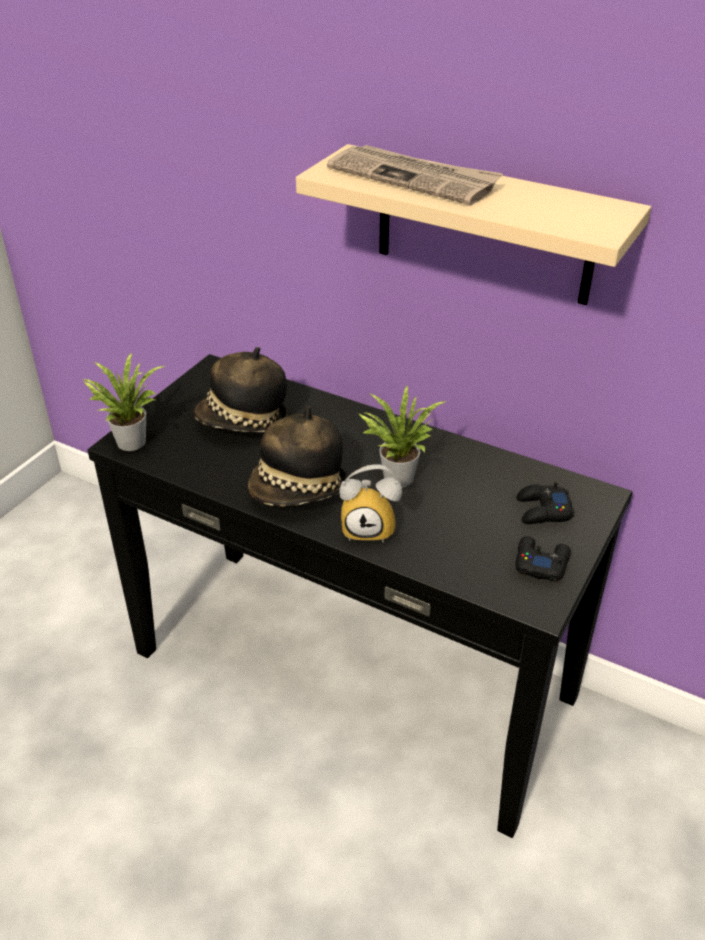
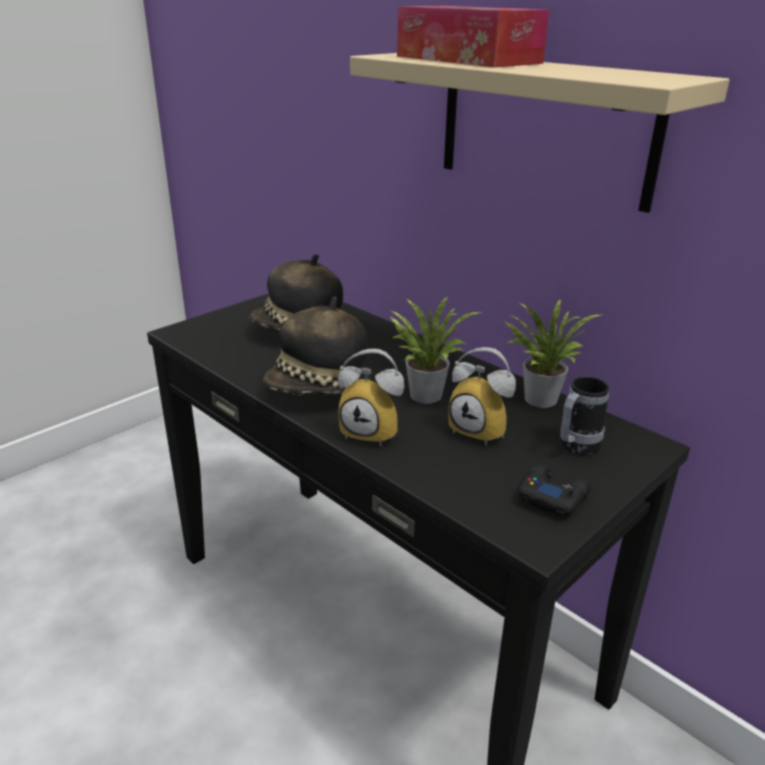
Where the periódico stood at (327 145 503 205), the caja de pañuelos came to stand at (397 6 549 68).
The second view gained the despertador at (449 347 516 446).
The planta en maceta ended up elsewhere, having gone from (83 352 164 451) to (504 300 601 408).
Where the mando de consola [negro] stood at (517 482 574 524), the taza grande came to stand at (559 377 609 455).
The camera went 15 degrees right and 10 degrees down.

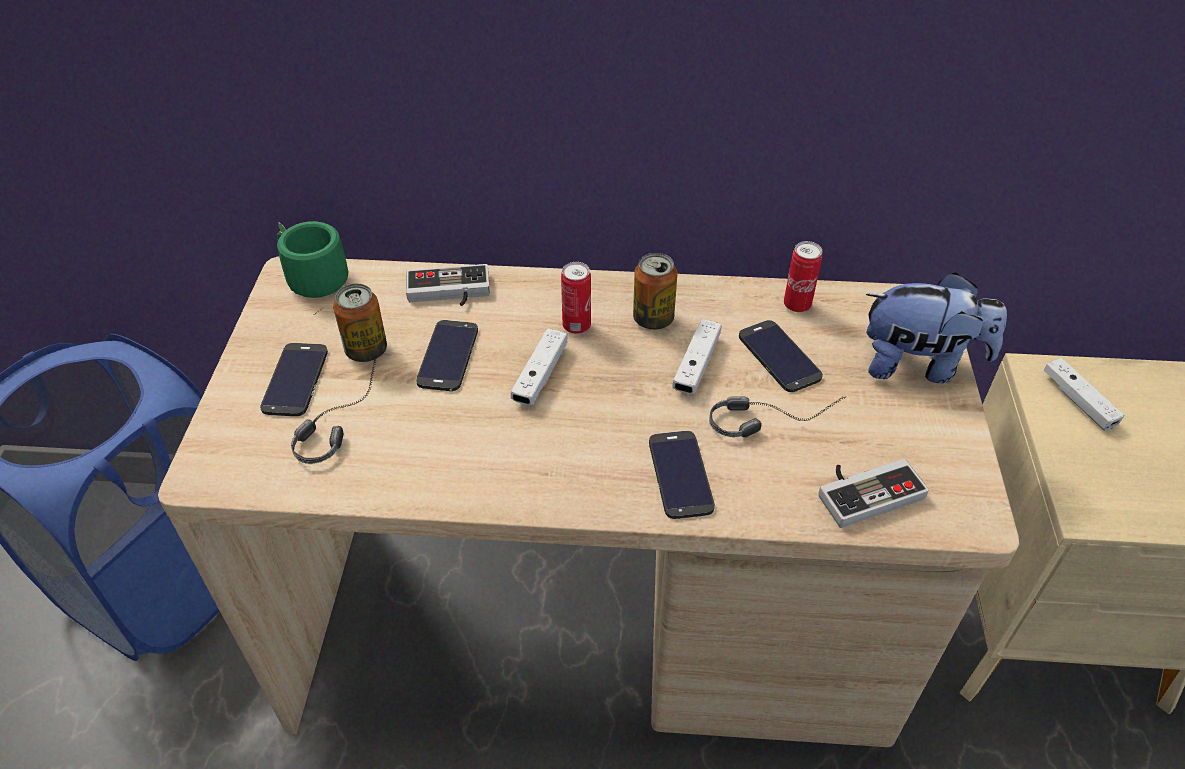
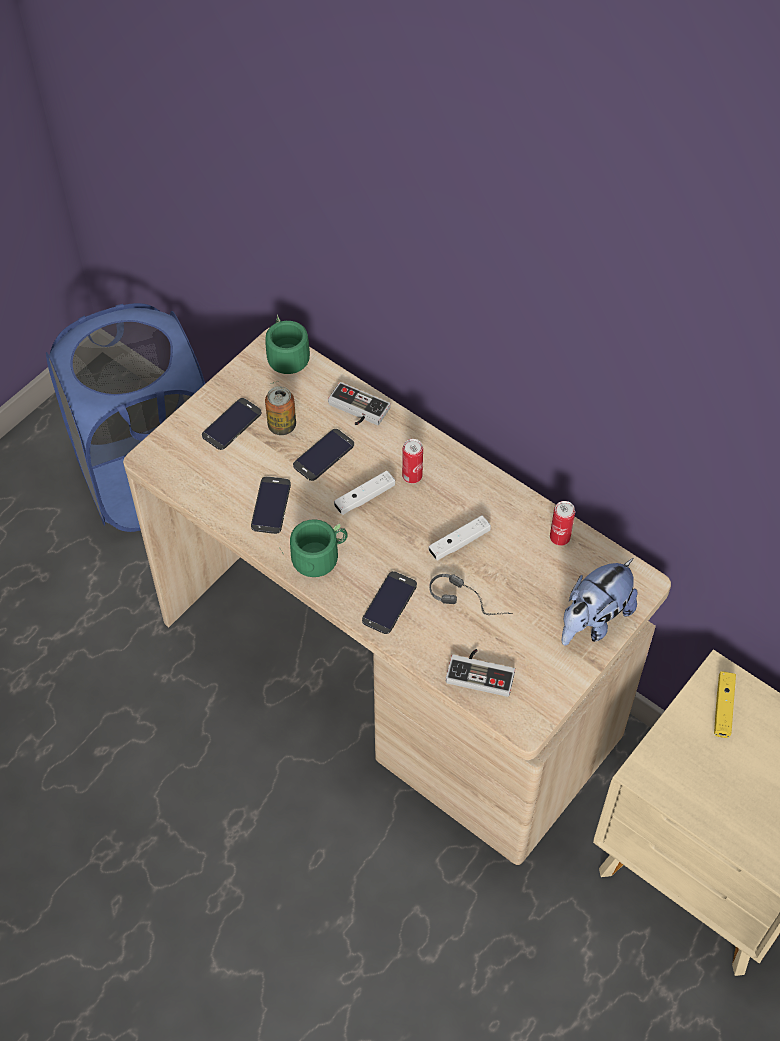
The móvil ended up elsewhere, having gone from (739 320 823 392) to (251 476 291 534).
The second view gained the taza grande [verde] at (282 519 348 577).
The peluche at (866 272 1007 383) ended up facing another way, 90 degrees clockwise from before.
What was the mando de consola [blanco] at (1043 358 1124 431) turned into the mando de consola [amarillo] at (714 672 736 738).
The second view lost the auriculares at (291 354 377 464).
The second view lost the lata at (633 253 677 330).
The camera went 35 degrees right and 10 degrees up.

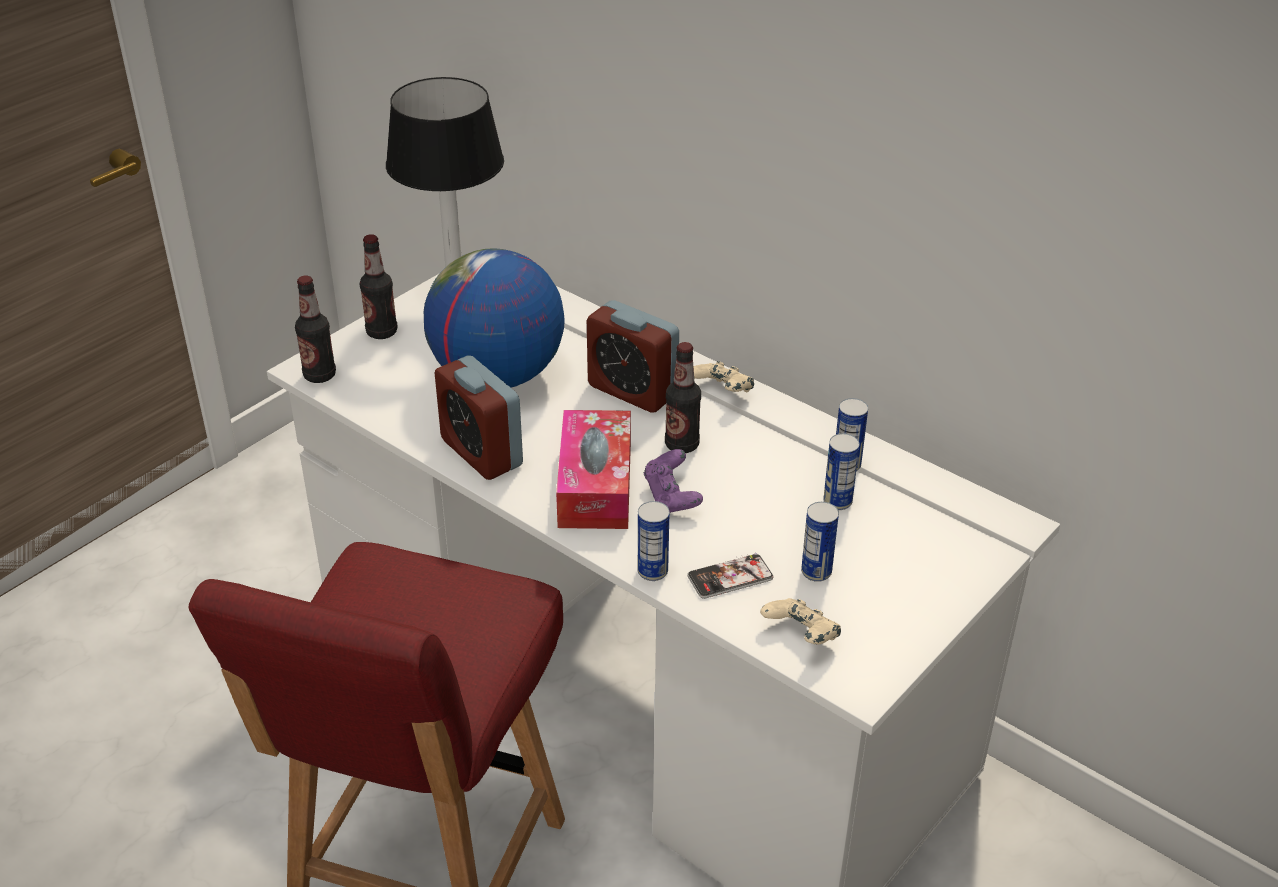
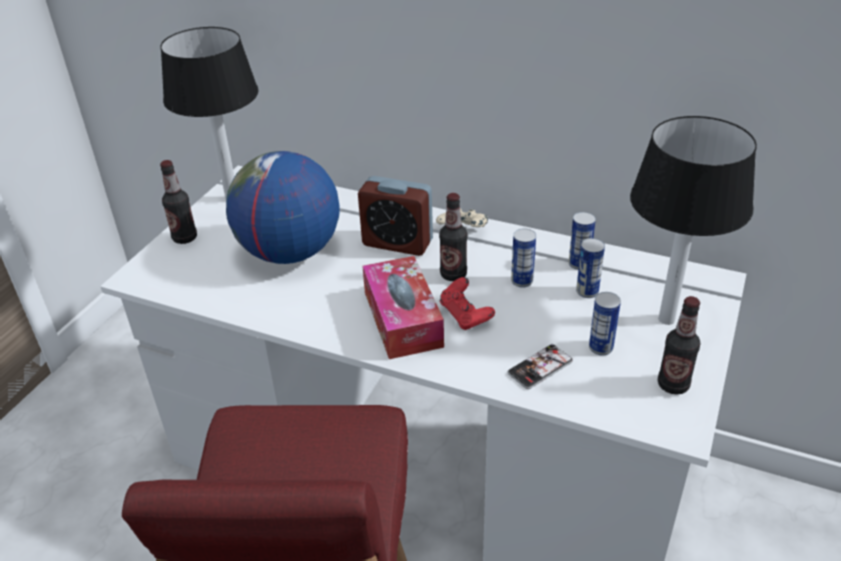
What was the mando de consola [morado] at (644 449 703 513) turned into the mando de consola [rojo] at (440 277 495 330).
The lata ended up elsewhere, having gone from (637 501 670 581) to (511 228 536 288).
The second view gained the lámpara de mesa at (630 116 757 325).
The botella ended up elsewhere, having gone from (295 275 336 383) to (658 296 700 394).
The second view lost the despertador at (435 355 523 480).
The second view lost the mando de consola [beis] at (760 598 841 644).
The camera went 15 degrees left and 0 degrees up.

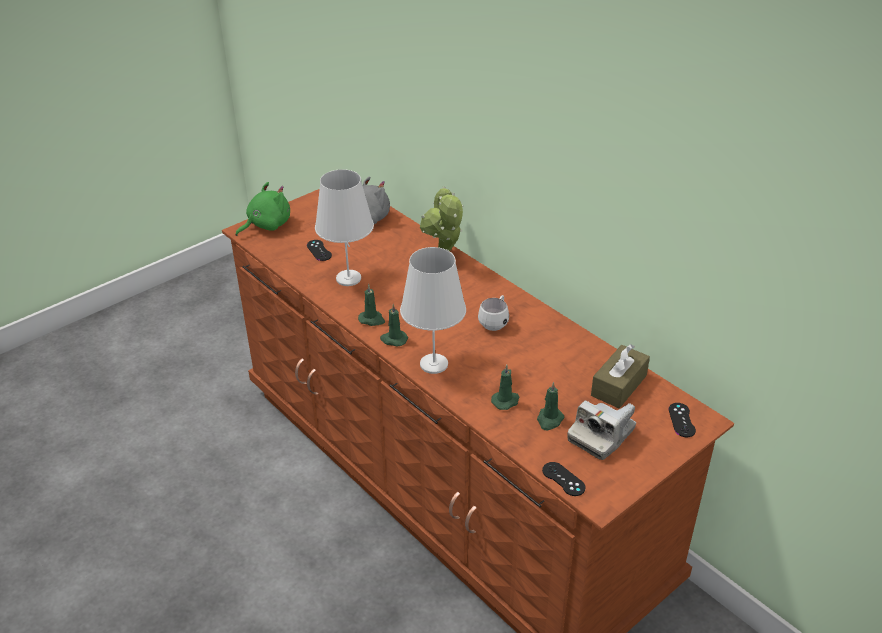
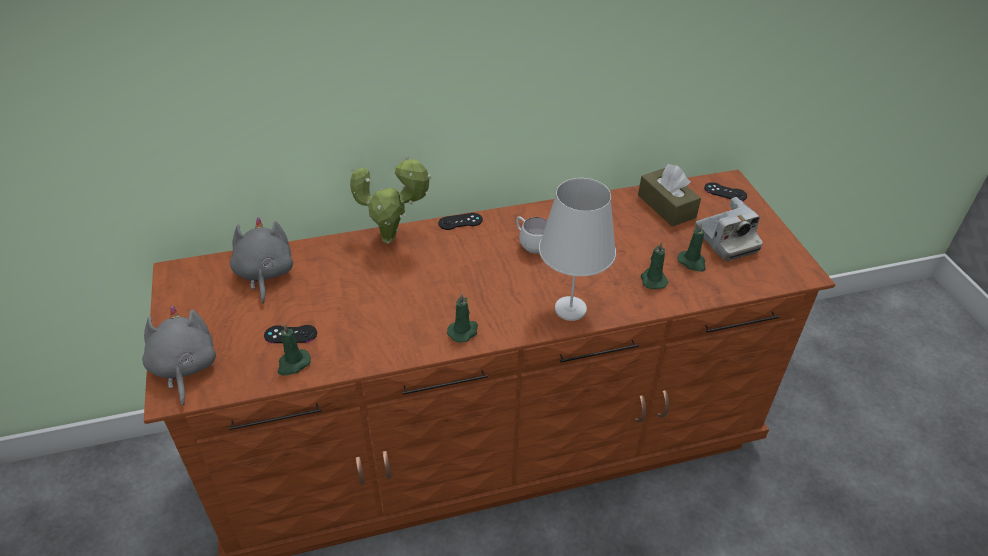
What was the peluche [verde] at (236 182 290 236) turned into the peluche [gris] at (142 306 216 406).
The vela [verde] ended up elsewhere, having gone from (380 304 408 347) to (278 323 311 375).
The mando de consola [negro] ended up elsewhere, having gone from (542 462 586 496) to (438 213 483 230).
The second view lost the lámpara de mesa [blanco] at (315 169 374 286).
The camera went 65 degrees left and 5 degrees up.

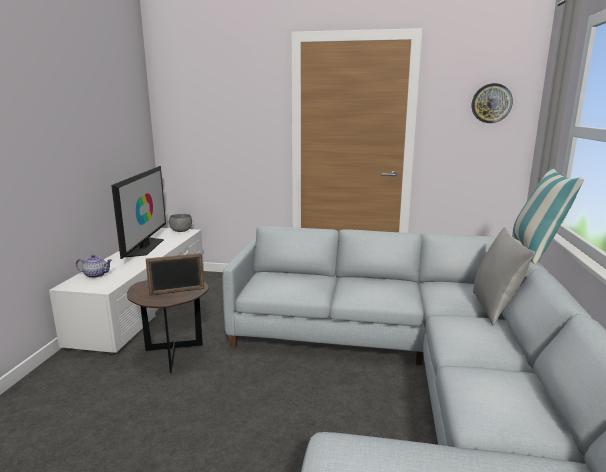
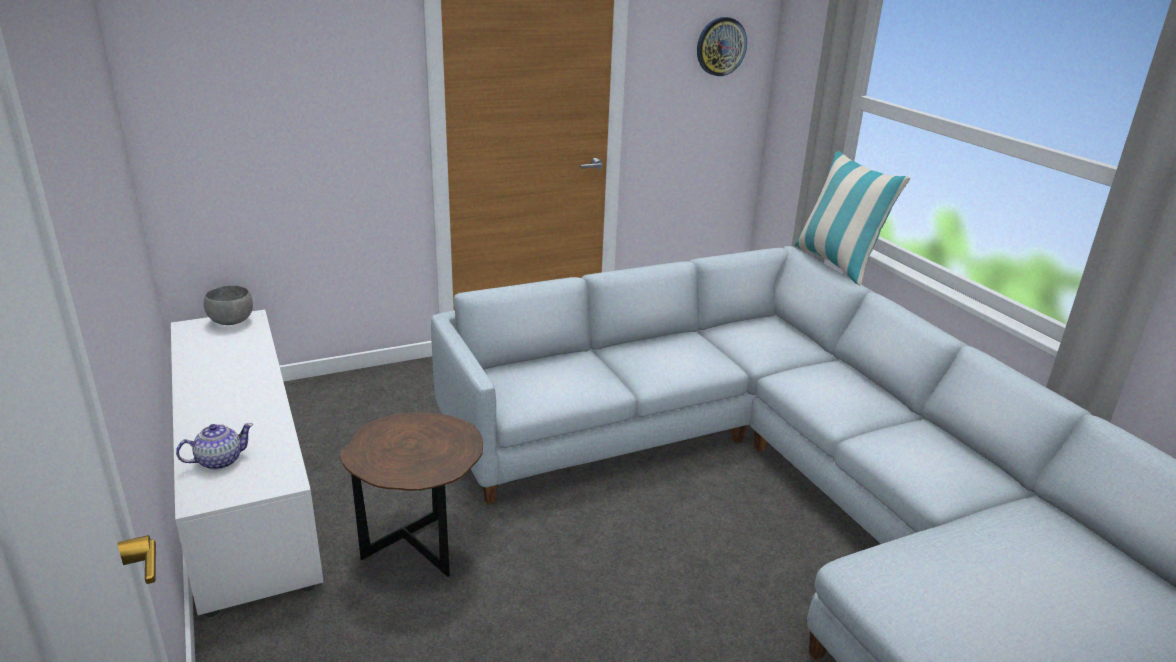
The second view lost the televisor at (111 166 166 259).
The second view lost the portarretratos at (146 253 204 296).
The second view lost the cojín [gris] at (473 227 535 326).
The camera went 35 degrees left and 10 degrees up.

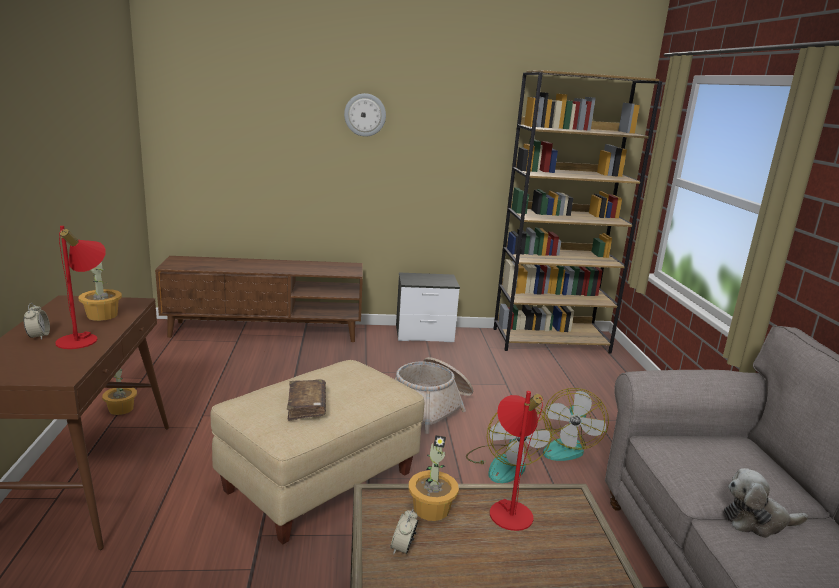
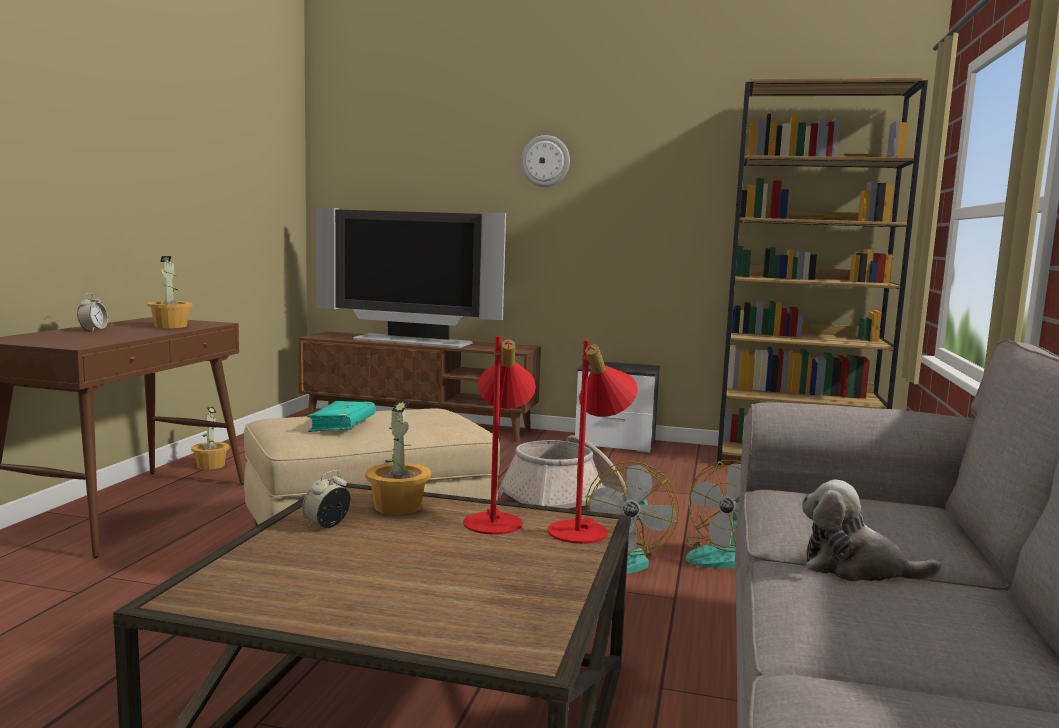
What was the libro [marrón] at (287 380 326 421) turned into the libro [turquesa] at (307 401 376 432).
The second view gained the televisor at (316 207 506 348).
The lámpara de mesa [rojo] ended up elsewhere, having gone from (55 226 106 349) to (548 340 638 544).
The camera went 20 degrees right and 10 degrees down.

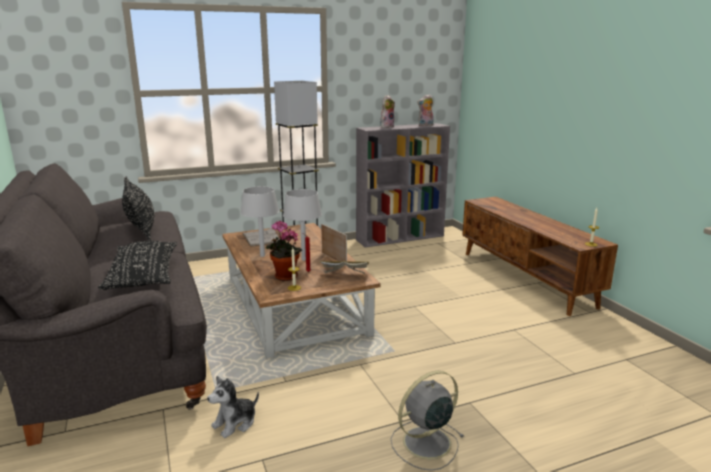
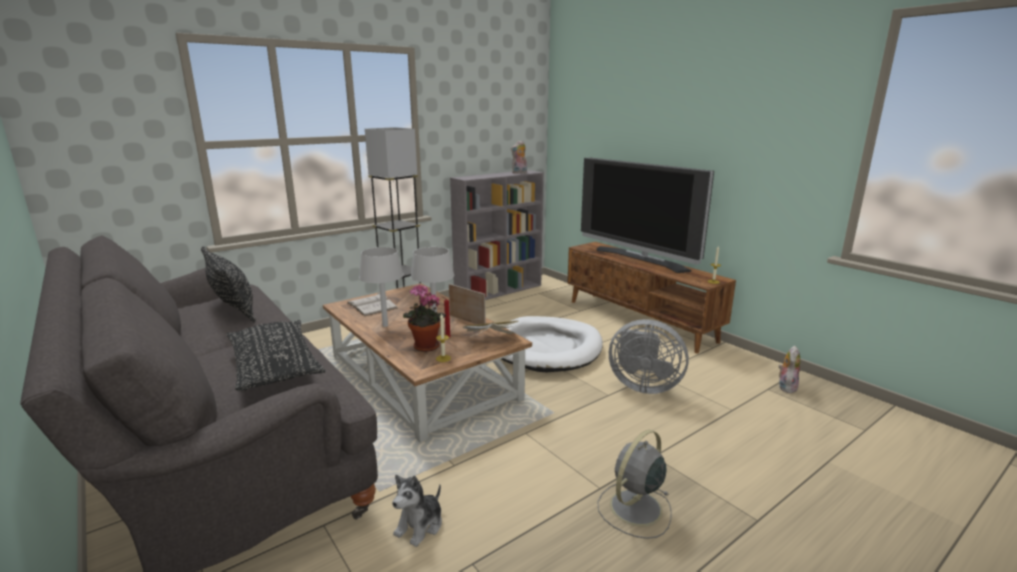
The second view gained the cama para perro [blanco] at (502 316 603 372).
The second view gained the televisor at (581 157 714 273).
The second view gained the ventilador [gris] at (609 319 689 394).
The peluche ended up elsewhere, having gone from (380 95 395 128) to (778 346 800 393).
The camera went 15 degrees left and 0 degrees up.

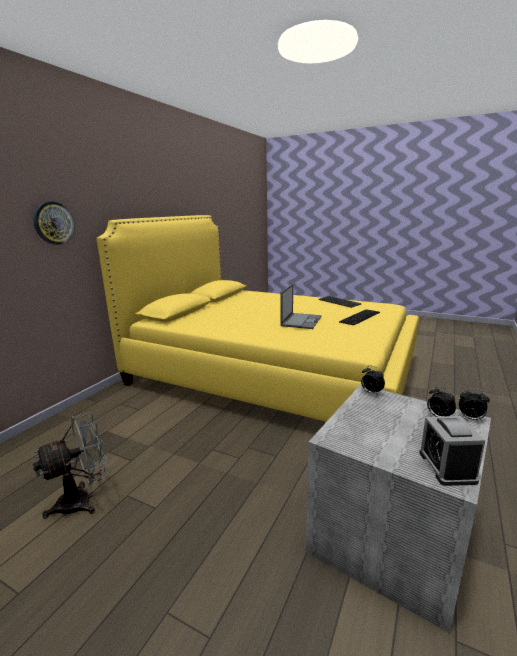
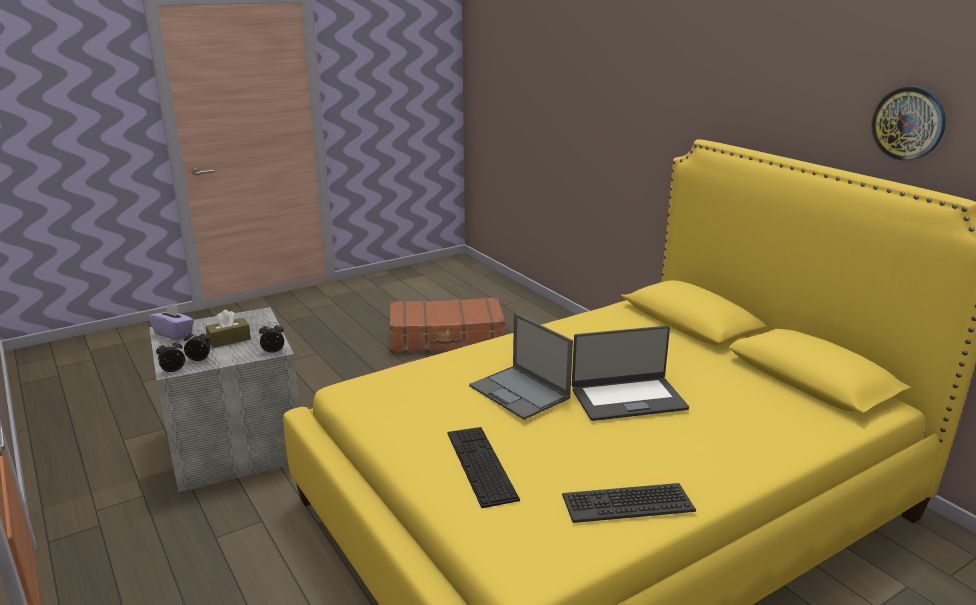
Where the despertador stood at (419 416 485 486), the caja de pañuelos [morado] came to stand at (148 303 194 340).
The second view gained the caja de pañuelos [marrón] at (206 310 251 348).
Where the ventilador [gris] stood at (33 412 108 519), the maleta [marrón] came to stand at (389 297 505 353).
The second view gained the portátil at (572 326 689 421).
The reloj de pared ended up elsewhere, having gone from (34 202 75 245) to (871 86 946 161).
The camera went 120 degrees right and 5 degrees up.

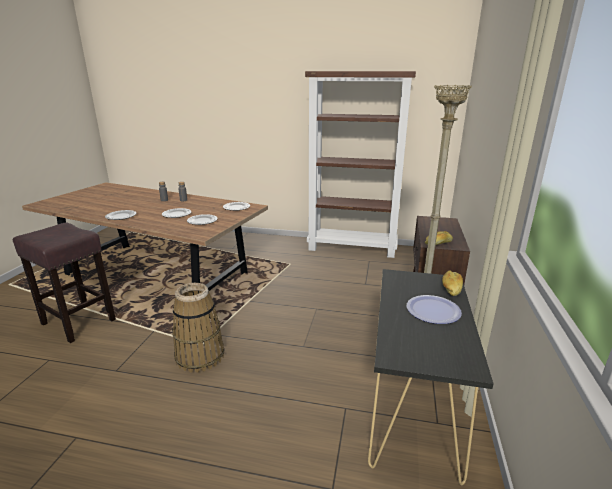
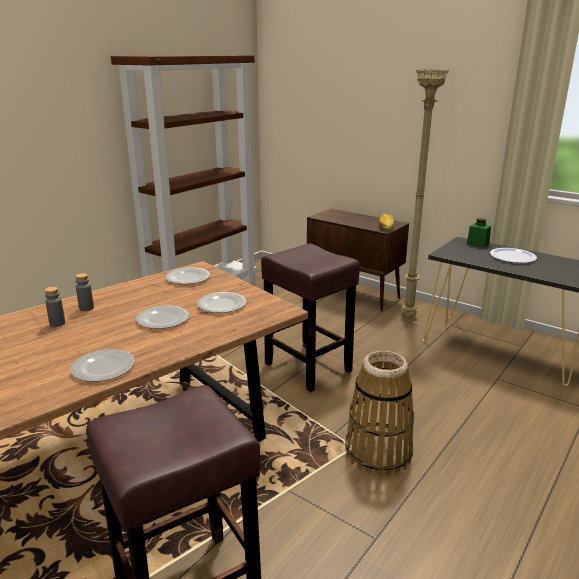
The second view gained the taburete [marrón] at (261 244 360 392).
Where the pan stood at (442 270 463 296), the tarro [verde] came to stand at (467 218 491 248).
The camera went 65 degrees left and 0 degrees up.

